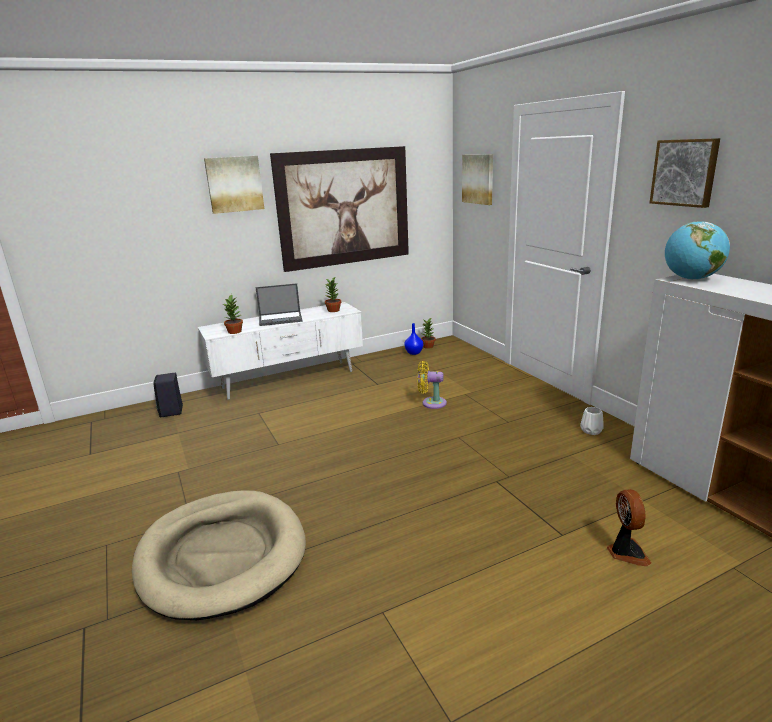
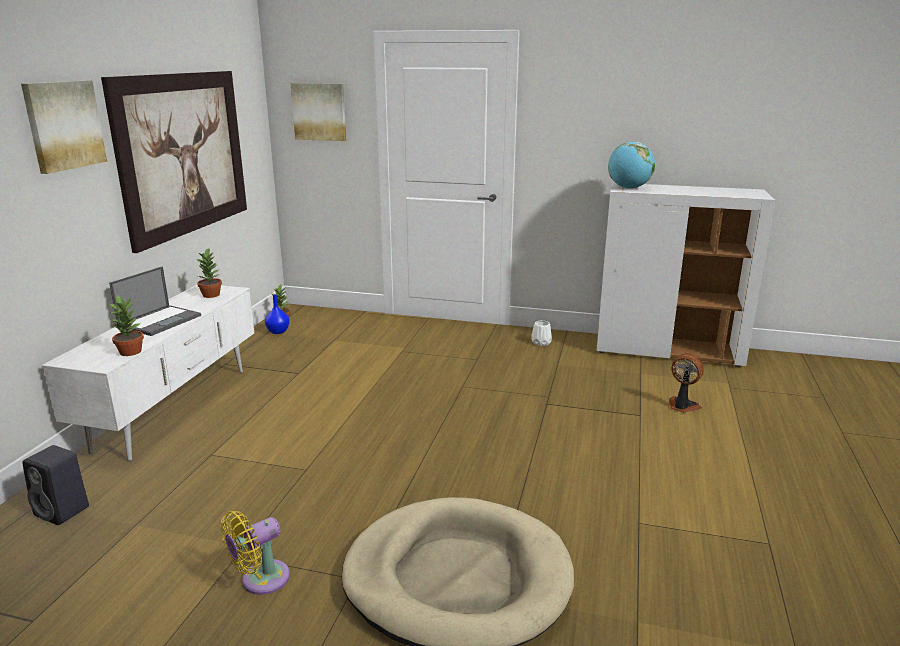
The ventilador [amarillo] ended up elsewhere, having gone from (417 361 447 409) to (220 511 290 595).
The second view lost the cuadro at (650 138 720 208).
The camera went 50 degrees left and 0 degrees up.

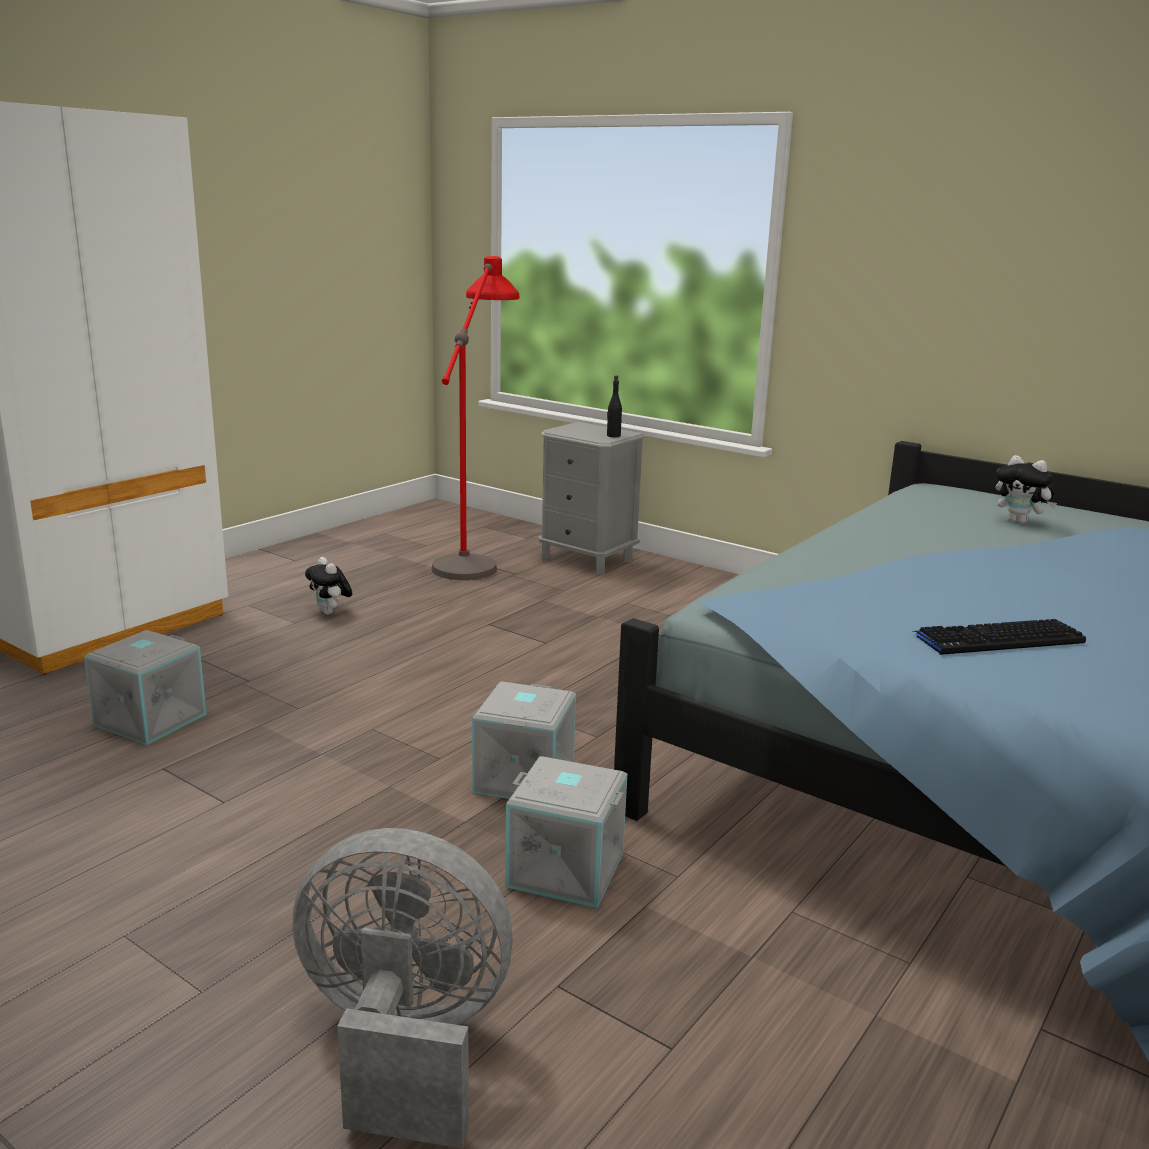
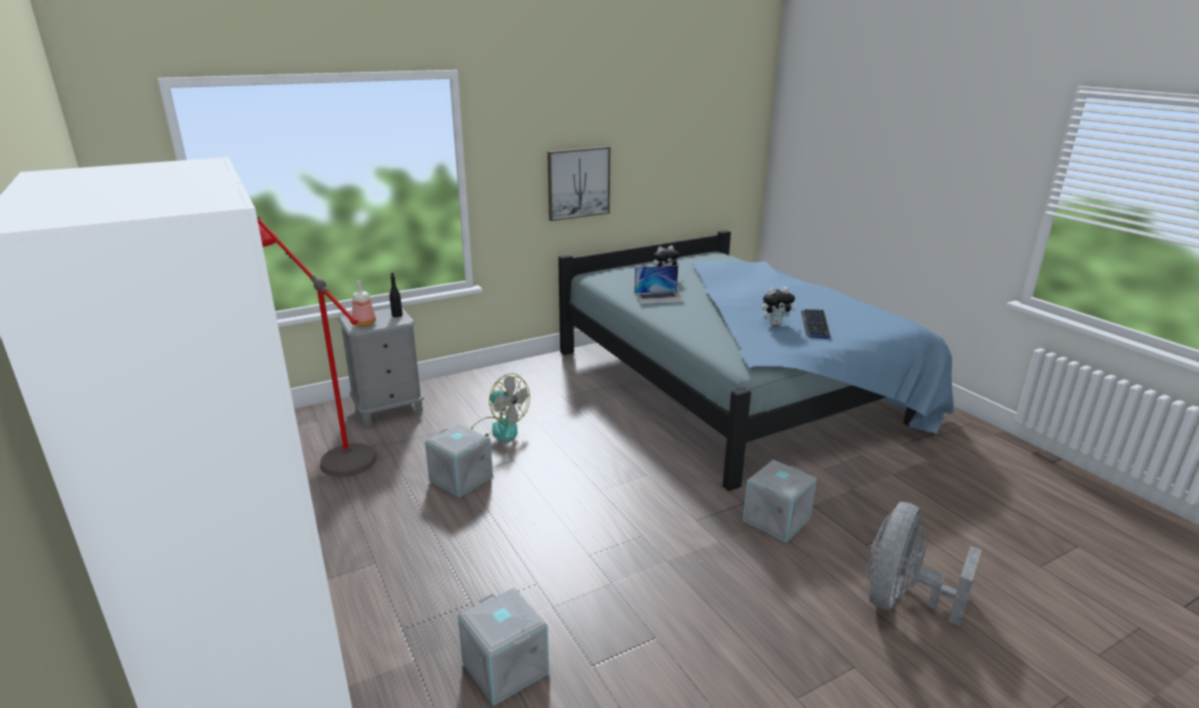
The second view gained the botella at (352 281 376 327).
The caja de almacenaje [gris] ended up elsewhere, having gone from (472 681 576 799) to (425 424 493 497).
The second view gained the ventilador at (471 373 530 442).
The second view gained the cuadro at (547 146 610 221).
The second view gained the portátil at (634 265 684 304).
The peluche ended up elsewhere, having gone from (305 557 353 615) to (762 287 796 325).
The camera went 65 degrees left and 5 degrees up.

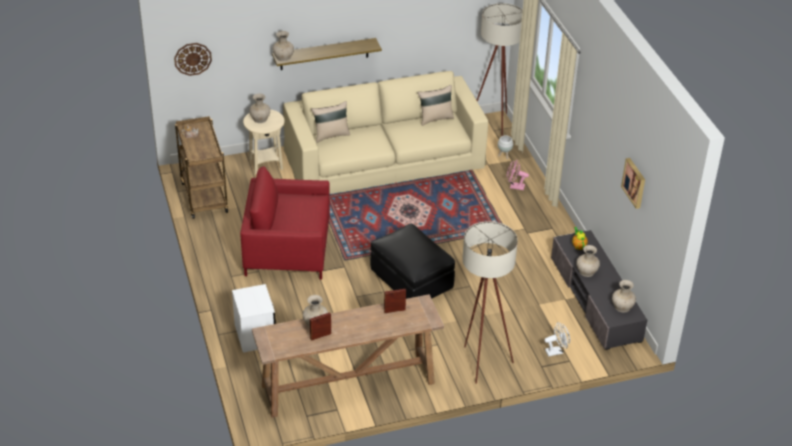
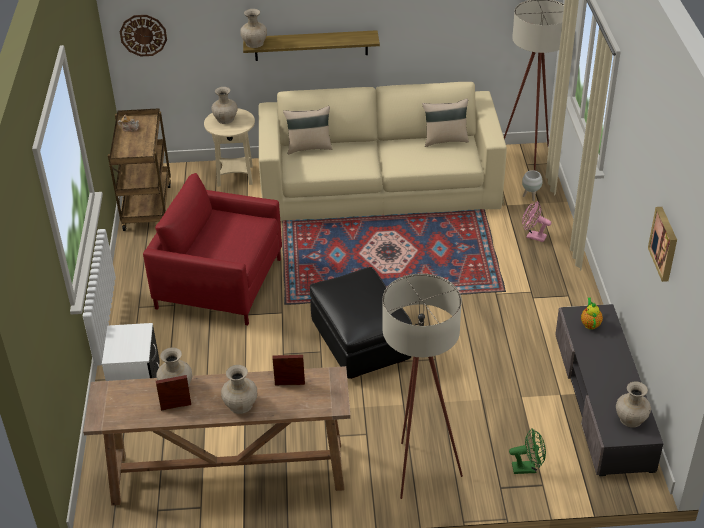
The florero [beis] ended up elsewhere, having gone from (577 245 600 277) to (221 365 257 414).
What was the ventilador [blanco] at (544 322 570 357) turned into the ventilador [verde] at (509 428 546 474).
The camera went 15 degrees right and 0 degrees up.

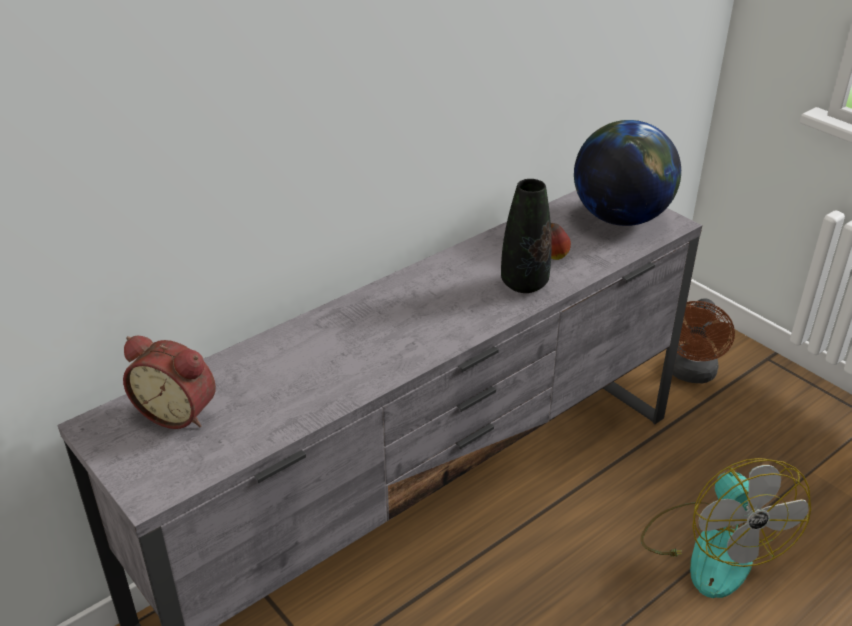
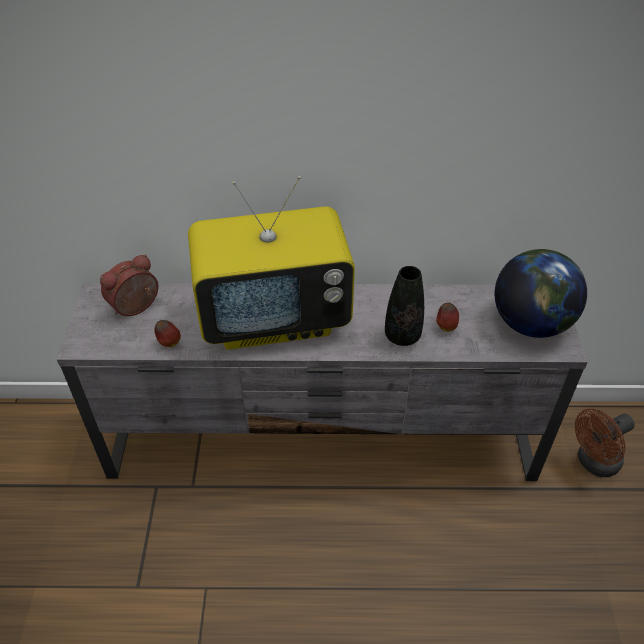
The despertador at (123 335 216 429) ended up facing another way, 75 degrees clockwise from before.
The second view gained the manzana at (154 320 181 347).
The second view gained the televisor at (188 176 355 350).
The second view lost the ventilador at (640 458 811 598).
The camera went 40 degrees right and 10 degrees up.

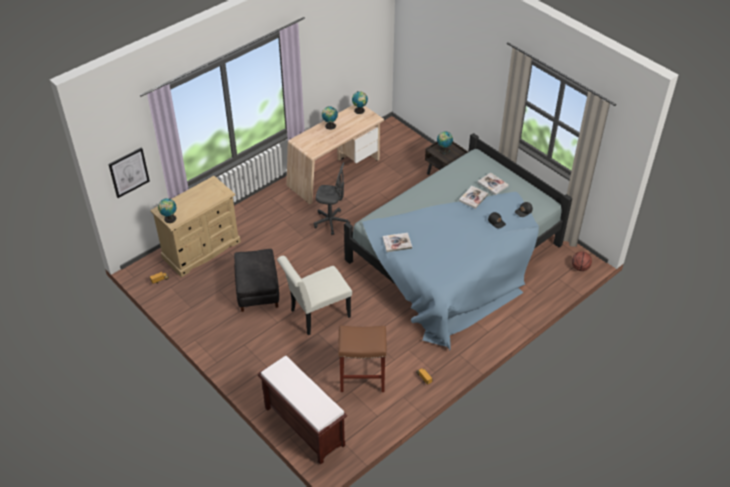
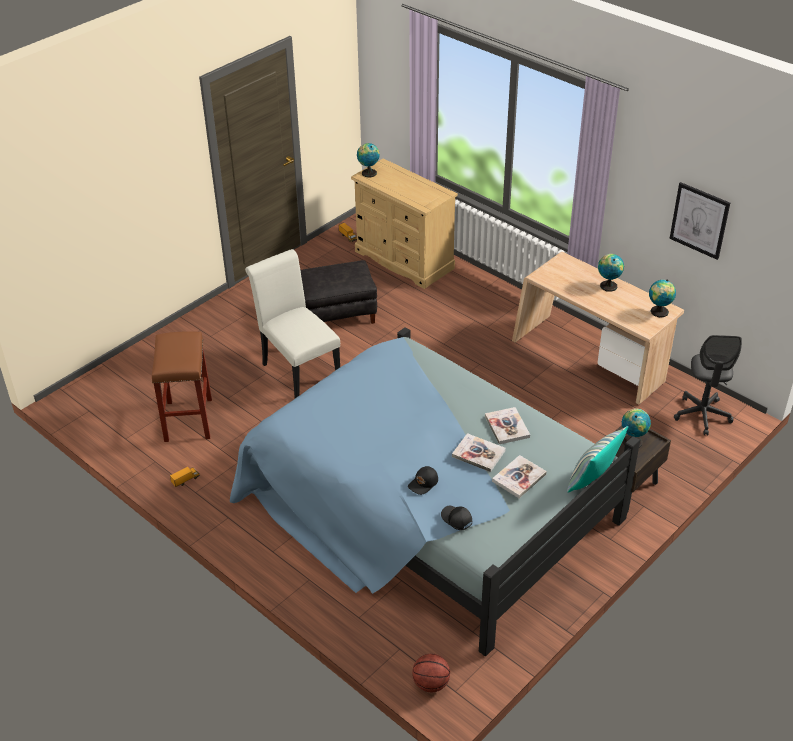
The libro ended up elsewhere, having gone from (383 233 412 252) to (485 407 530 444).
The second view gained the cojín at (567 426 628 493).
The cuadro ended up elsewhere, having gone from (108 147 150 198) to (670 182 730 260).
The silla de oficina [gris] ended up elsewhere, having gone from (314 162 350 235) to (674 335 742 436).
The second view lost the banco [marrón] at (258 356 347 465).
The camera went 85 degrees right and 5 degrees down.

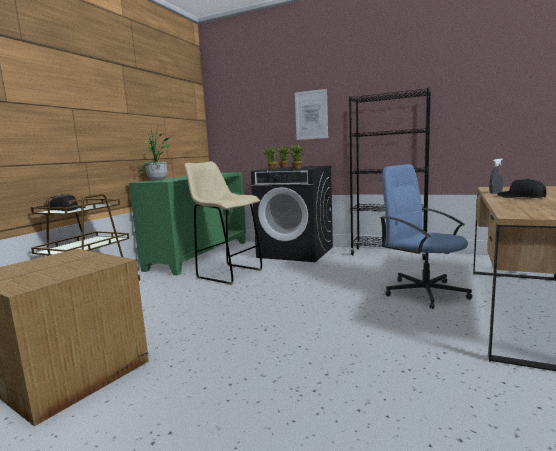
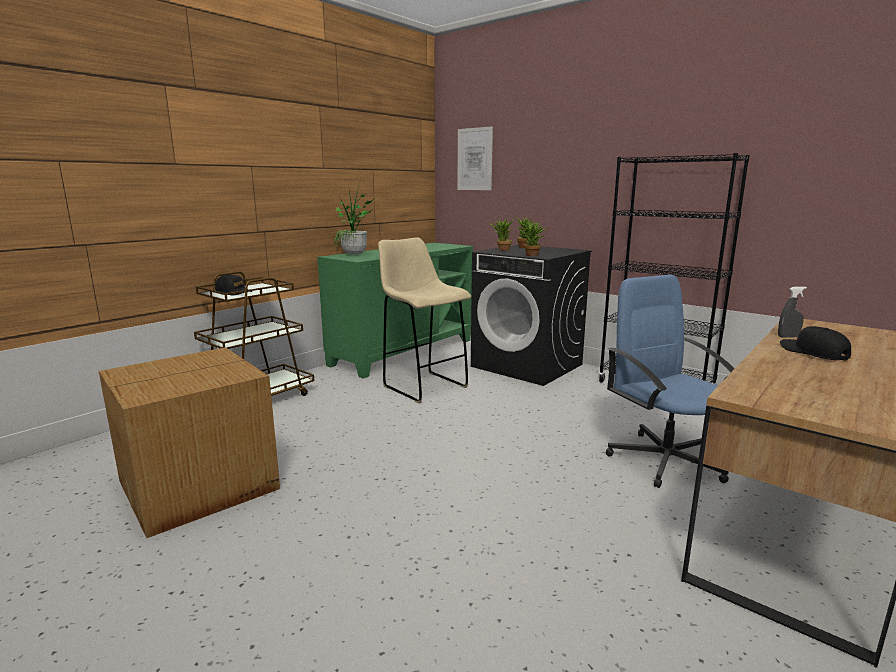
The cuadro ended up elsewhere, having gone from (295 89 328 140) to (458 126 493 190).
The camera went 15 degrees right and 5 degrees up.

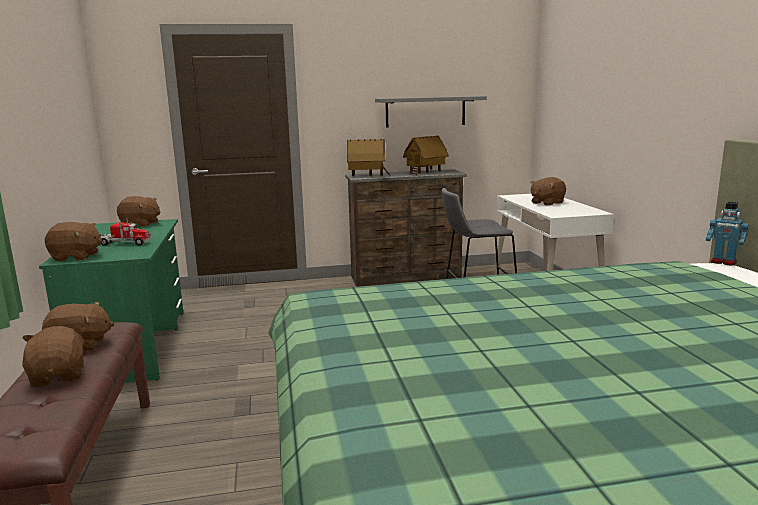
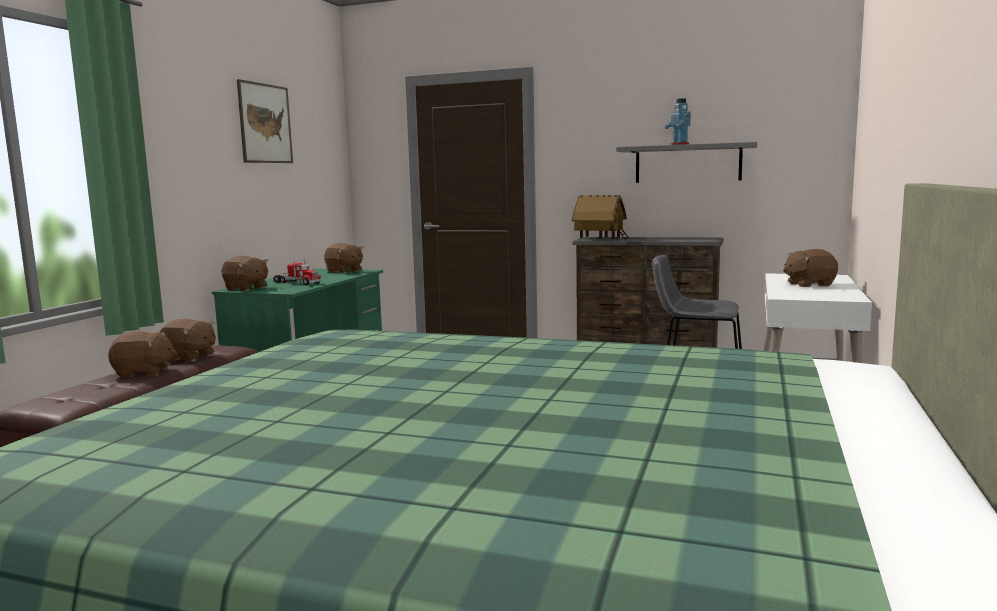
The peluche [marrón] at (22 326 85 387) ended up facing another way, 75 degrees clockwise from before.
The second view gained the cuadro at (237 79 293 163).
The robot de juguete ended up elsewhere, having gone from (706 202 749 266) to (665 98 691 145).
The second view lost the casita at (403 136 449 175).
The camera went 30 degrees right and 5 degrees down.

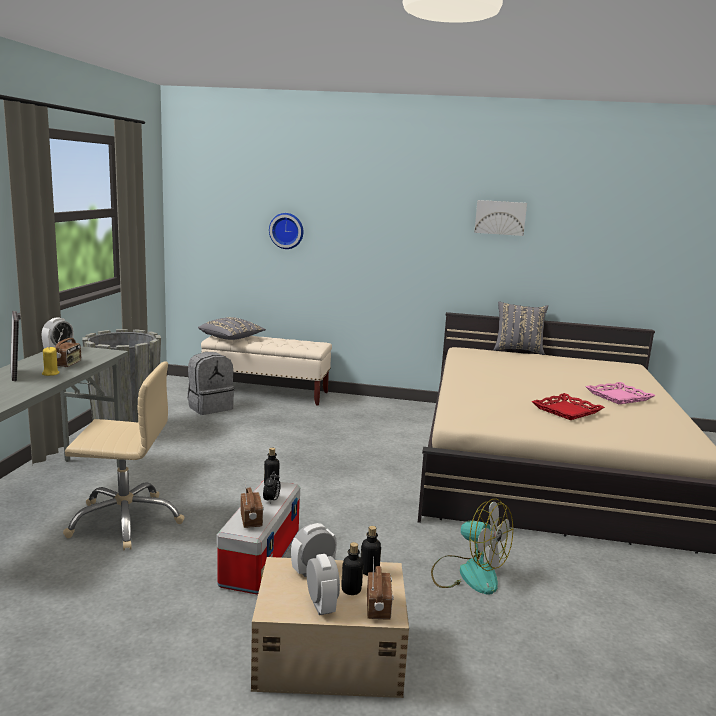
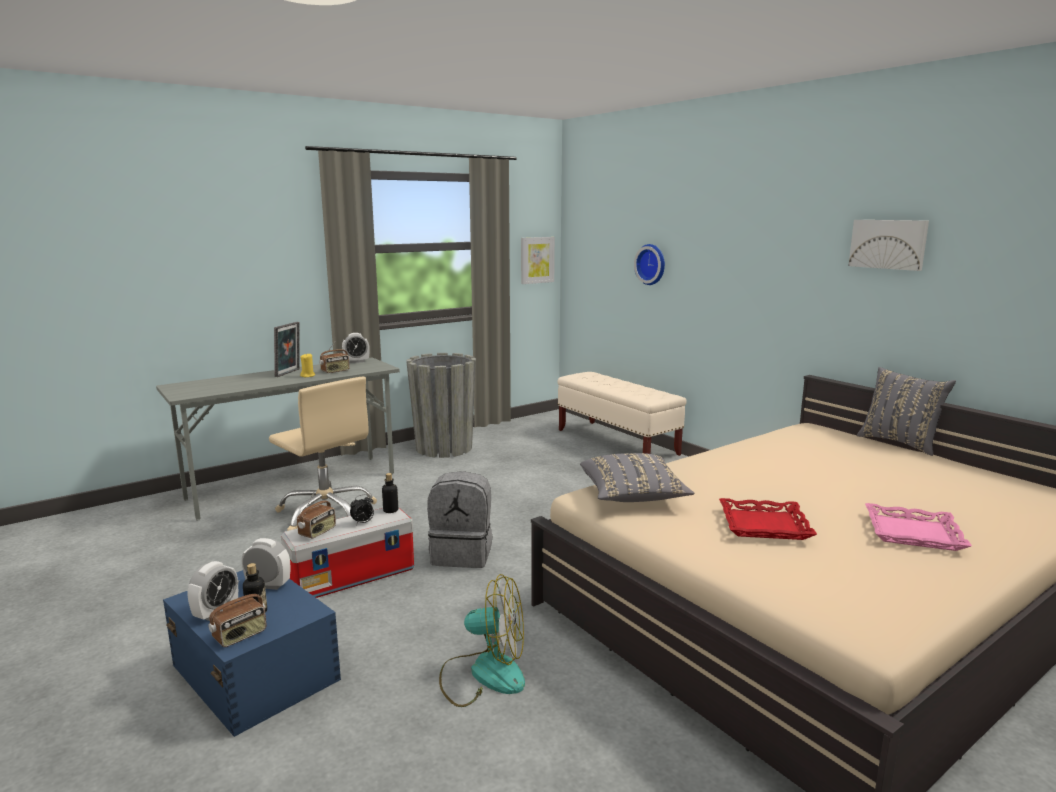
What was the caja de almacenaje [beis] at (251 557 409 698) turned into the caja de almacenaje [azul] at (163 570 341 737).
The mochila [gris] ended up elsewhere, having gone from (187 352 234 415) to (427 471 492 568).
The ventilador at (431 499 513 595) ended up facing another way, 75 degrees counterclockwise from before.
The second view gained the cuadro at (521 237 555 284).
The cojín [gris] ended up elsewhere, having gone from (198 317 266 340) to (580 453 694 502).
The second view lost the botella at (361 526 381 576).
The camera went 45 degrees right and 0 degrees up.

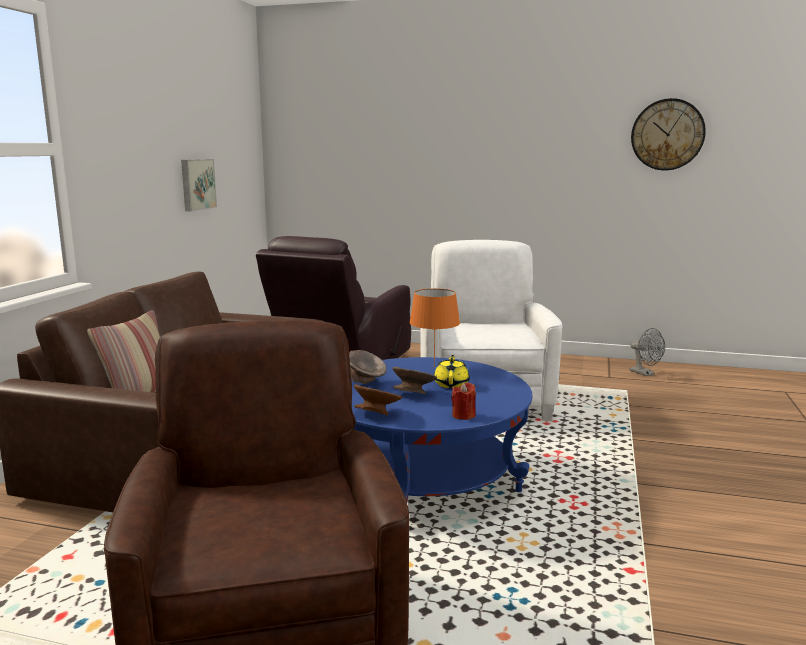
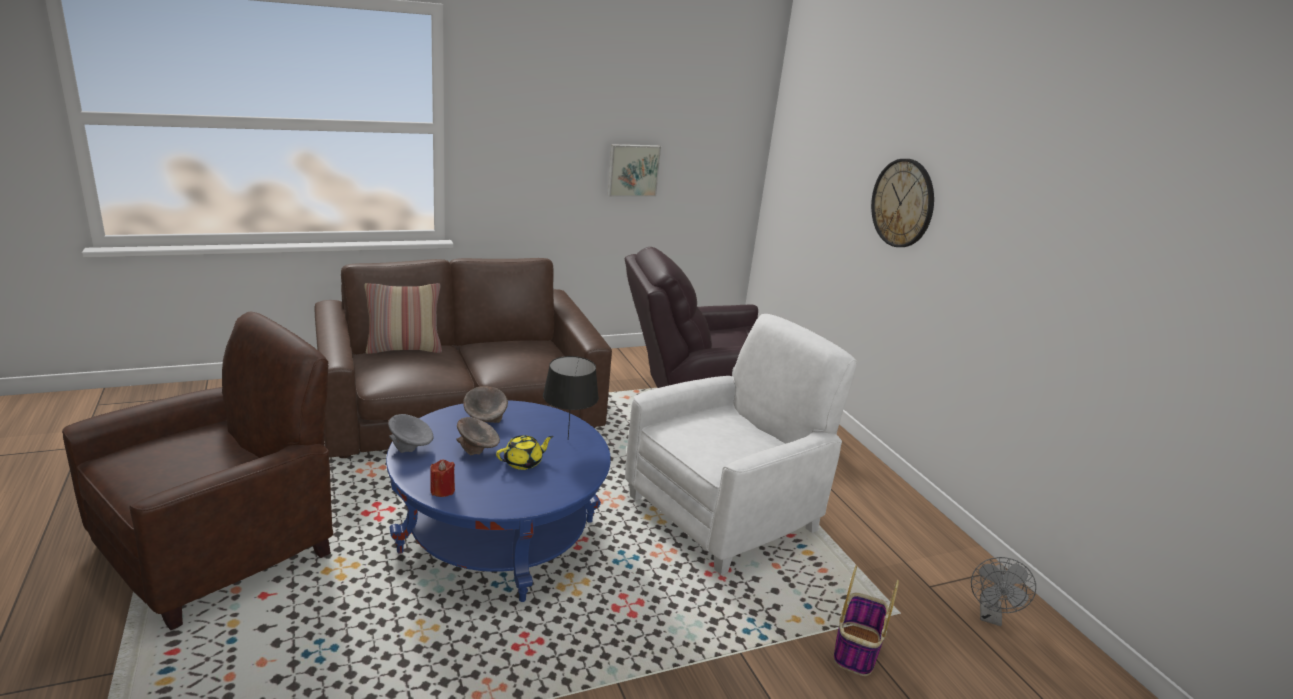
What was the cuenco [marrón] at (354 384 402 415) turned into the cuenco [gris] at (388 414 434 453).
What was the lámpara de mesa [naranja] at (409 288 460 367) turned into the lámpara de mesa [negro] at (543 356 599 439).
The second view gained the cesta at (834 565 899 676).
The reloj de pared ended up elsewhere, having gone from (631 98 706 171) to (871 159 934 247).
The camera went 50 degrees right and 10 degrees up.

